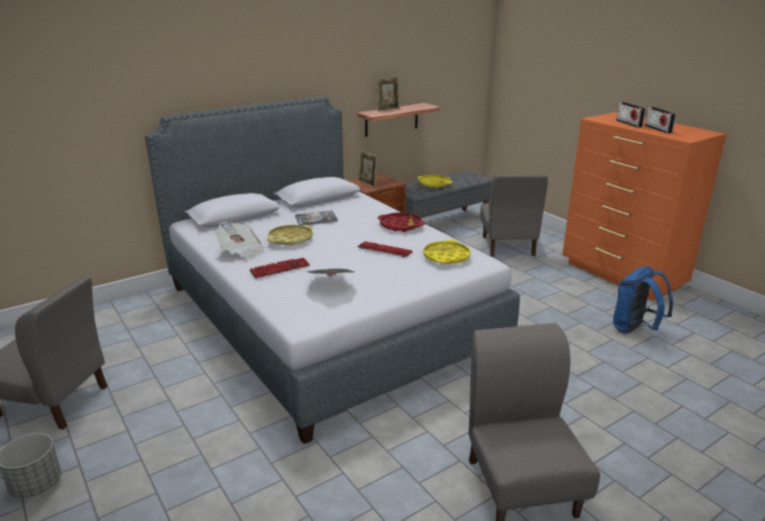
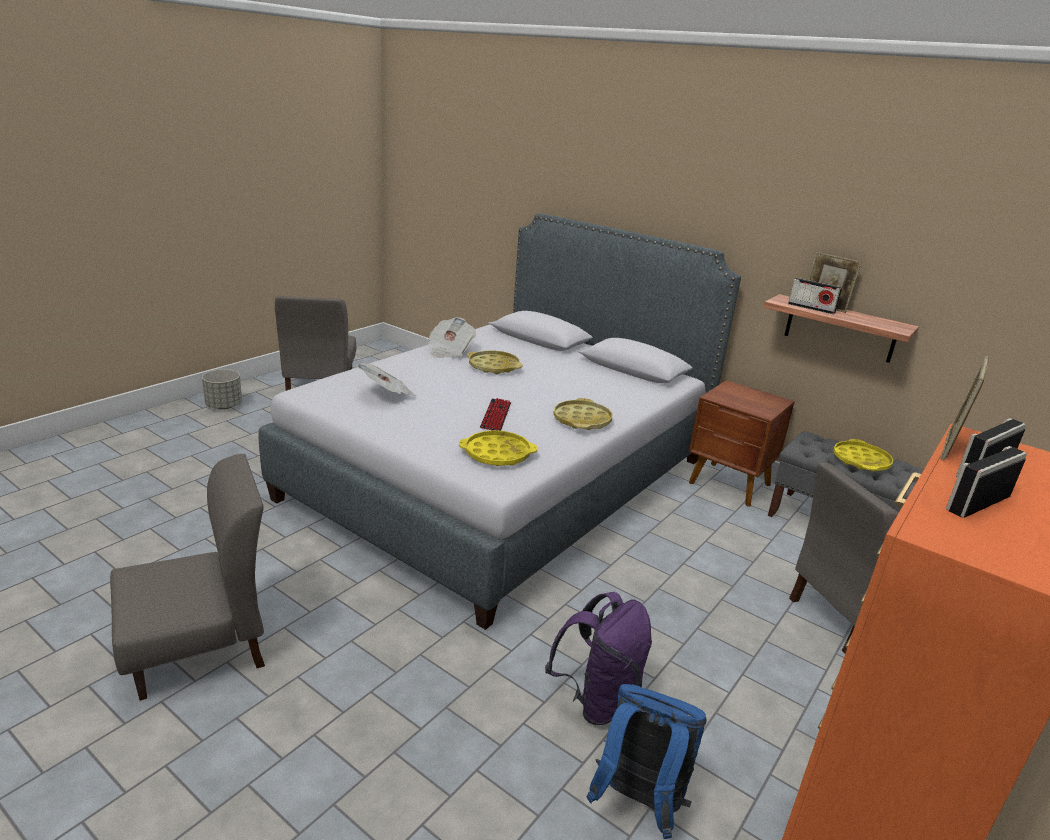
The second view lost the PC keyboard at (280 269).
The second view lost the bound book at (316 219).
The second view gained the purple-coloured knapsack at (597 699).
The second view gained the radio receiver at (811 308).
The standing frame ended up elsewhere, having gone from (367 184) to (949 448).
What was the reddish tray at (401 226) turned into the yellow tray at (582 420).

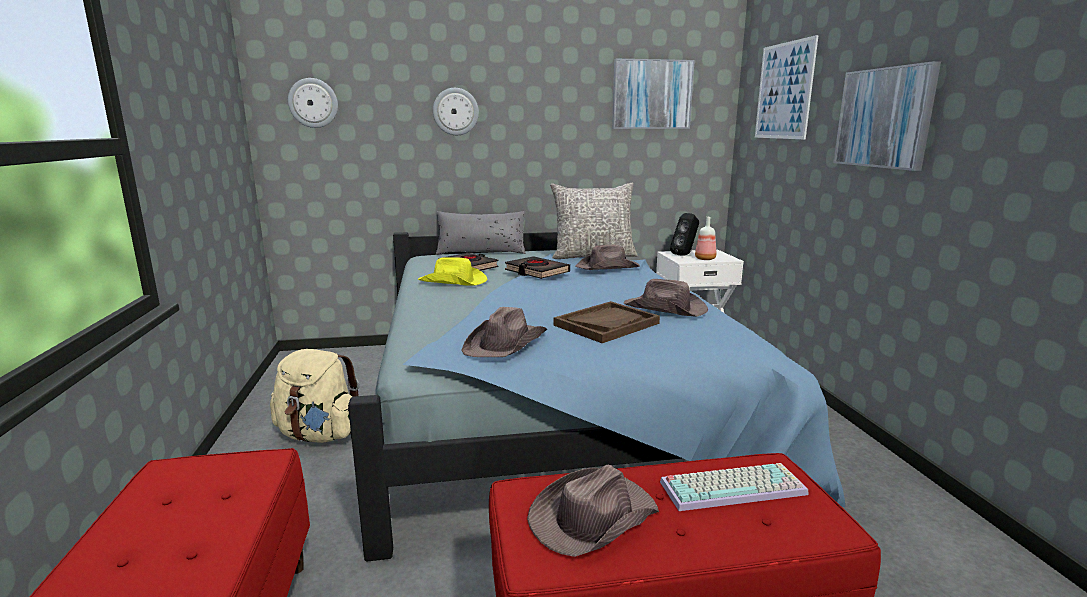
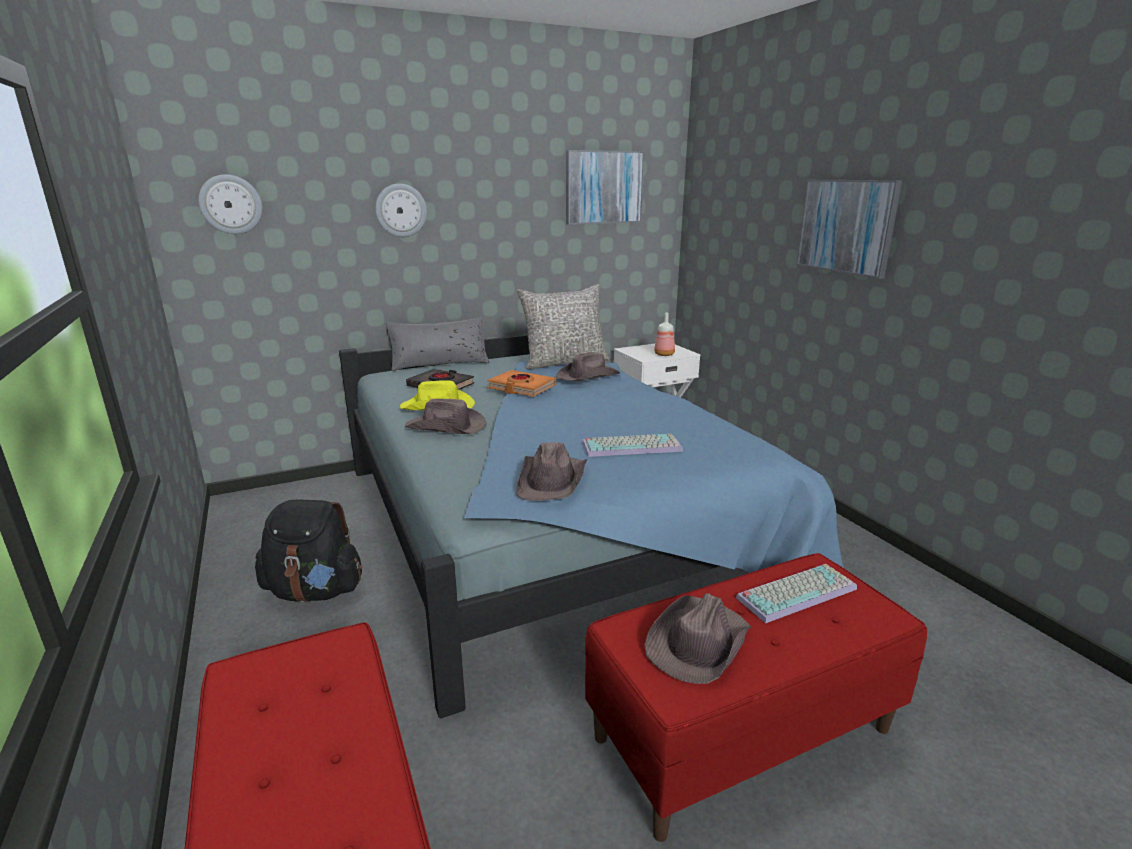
The second view lost the blackish audio speaker at (685 255).
The second view lost the wall art at (784 91).
The brown-coloured wearable hat ended up elsewhere, having gone from (666 309) to (447 427).
Where the brown-coloured tray stood at (606 324), the PC keyboard came to stand at (632 446).
What was the beige knapsack at (319 435) turned into the blackish knapsack at (315 591).
What was the blackish bound book at (537 272) turned into the orangey bound book at (521 387).

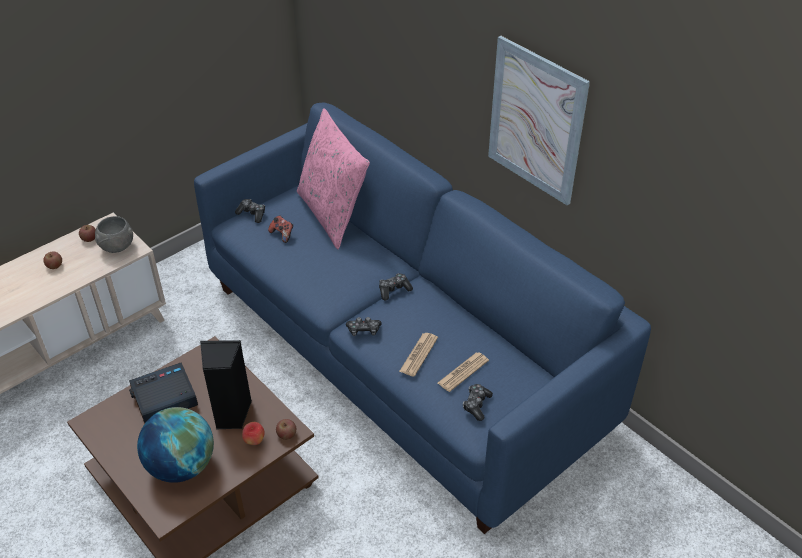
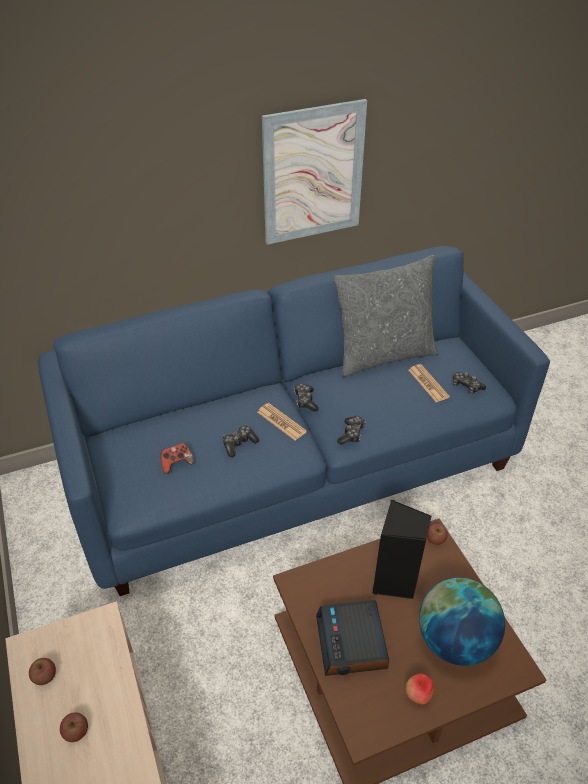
The second view lost the greyish deep dish at (118 247).
The second view lost the pink cushion at (333 215).
The second view gained the greyish cushion at (383 354).
The game controller ended up elsewhere, having gone from (252 214) to (239 444).
The whole apple ended up elsewhere, having gone from (254 441) to (418 695).
The daily paper ended up elsewhere, having gone from (418 355) to (281 422).

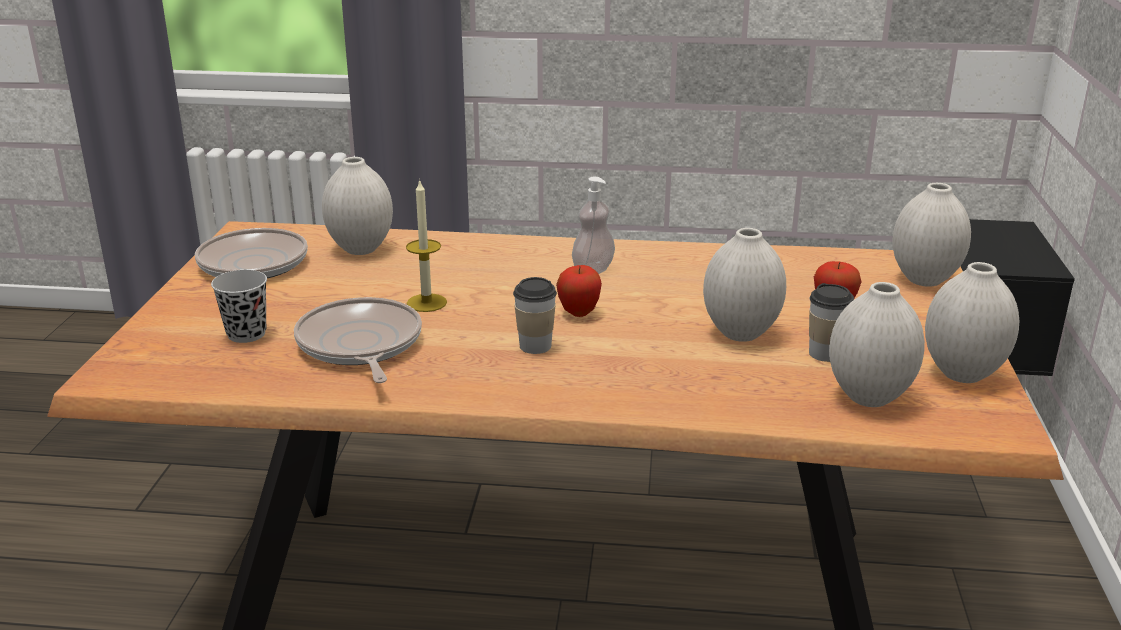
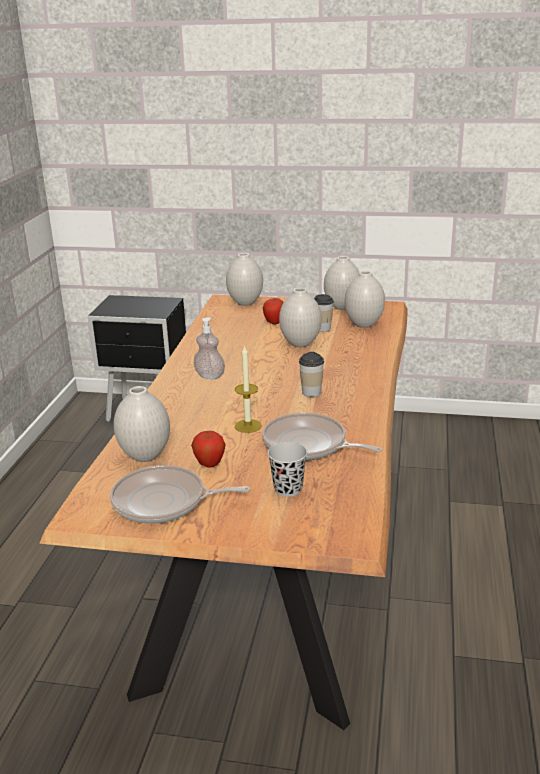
The whole apple ended up elsewhere, having gone from (578 313) to (210 465).
The skillet at (360 346) ended up facing another way, 45 degrees clockwise from before.

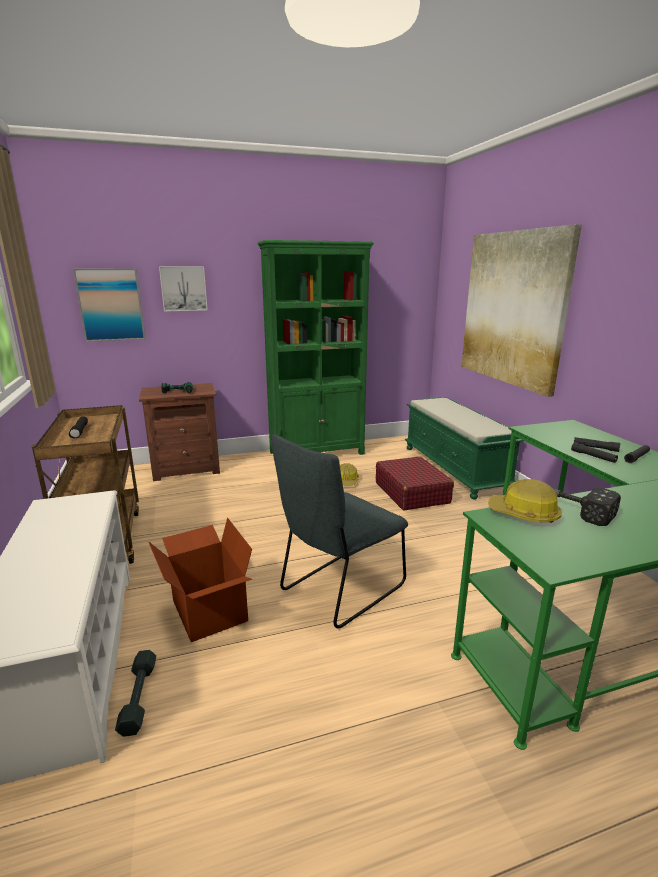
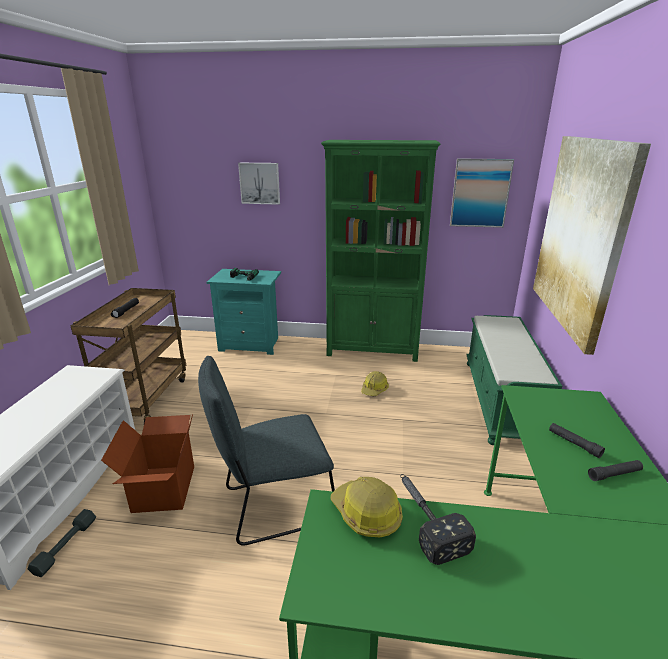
The second view lost the reddish suitcase at (411 492).
The second view lost the blackish torch at (593 457).
The wall art ended up elsewhere, having gone from (111 305) to (480 193).
What was the brown-coloured bedside table at (187 468) turned into the blue-green bedside table at (251 344).

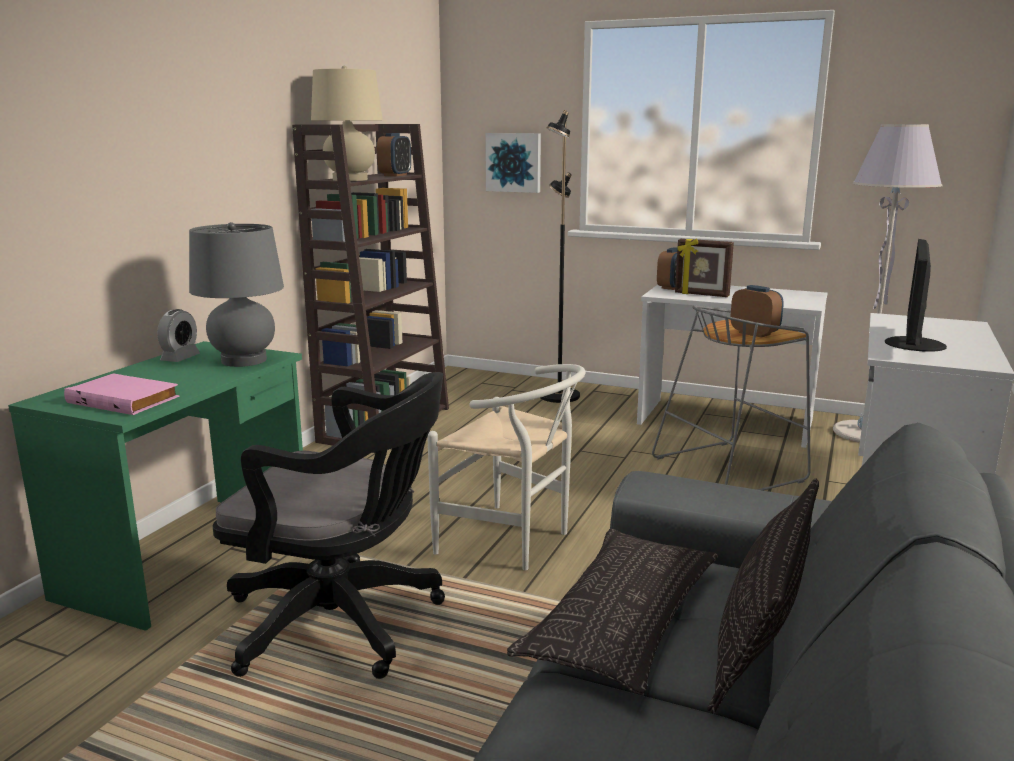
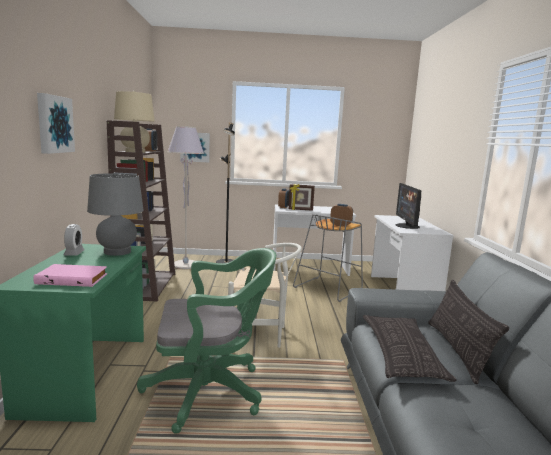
The second view gained the wall art at (54 124).
The greyish standard lamp ended up elsewhere, having gone from (862 434) to (185 265).
What was the blackish desk chair at (344 622) turned into the green-coloured desk chair at (211 391).

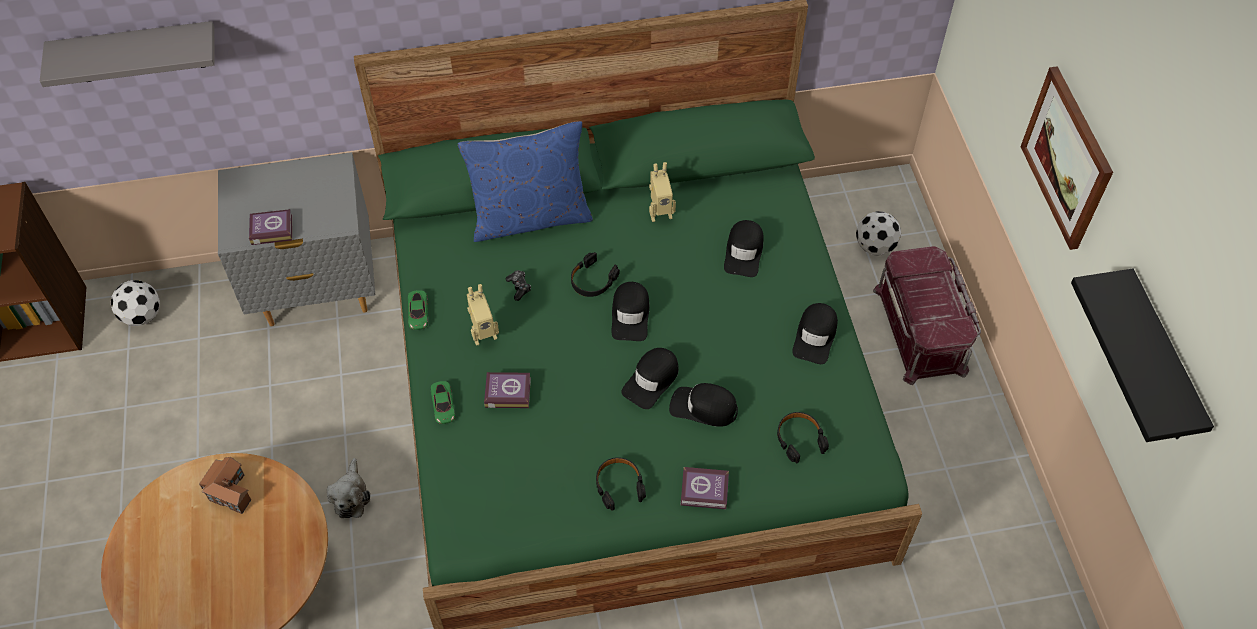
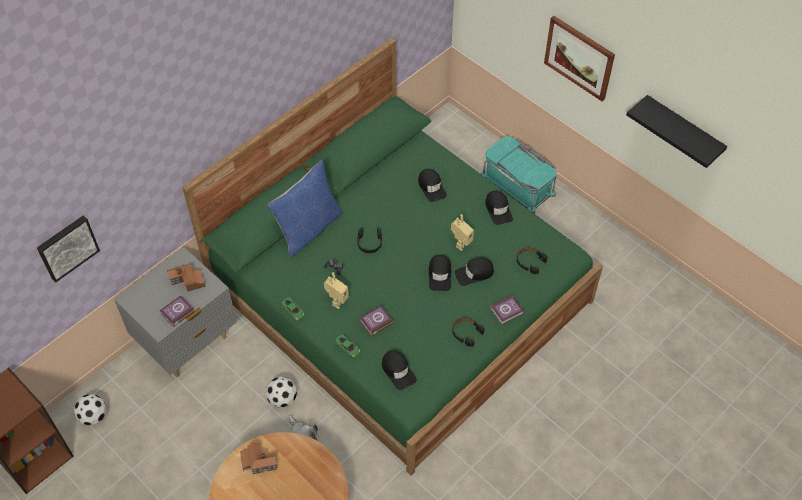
The second view gained the miniature house at (187 281).
The blackish peaked cap ended up elsewhere, having gone from (630 315) to (398 371).
The model robot ended up elsewhere, having gone from (659 212) to (460 243).
The ball for football ended up elsewhere, having gone from (875 246) to (282 398).
Where the greyish bracket shelf hung at (137 52), the wall art came to hang at (67 247).
What was the reddish storage container at (921 330) turned into the blue-green storage container at (518 184).

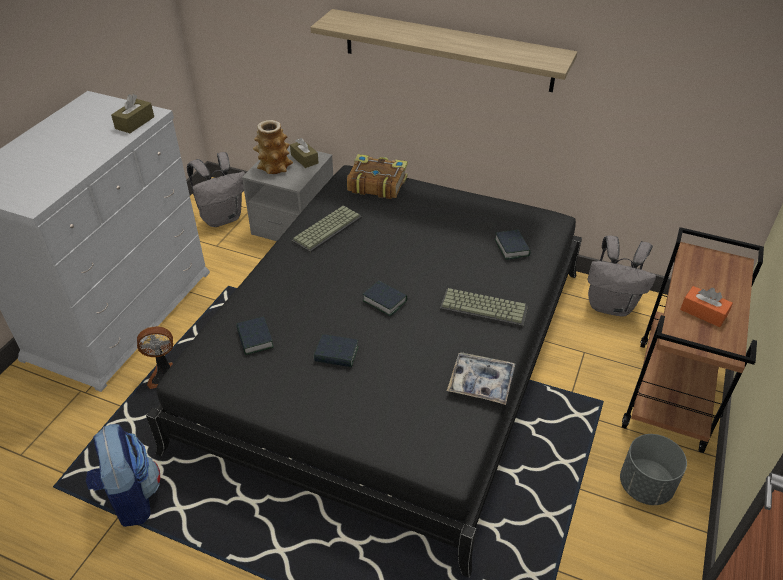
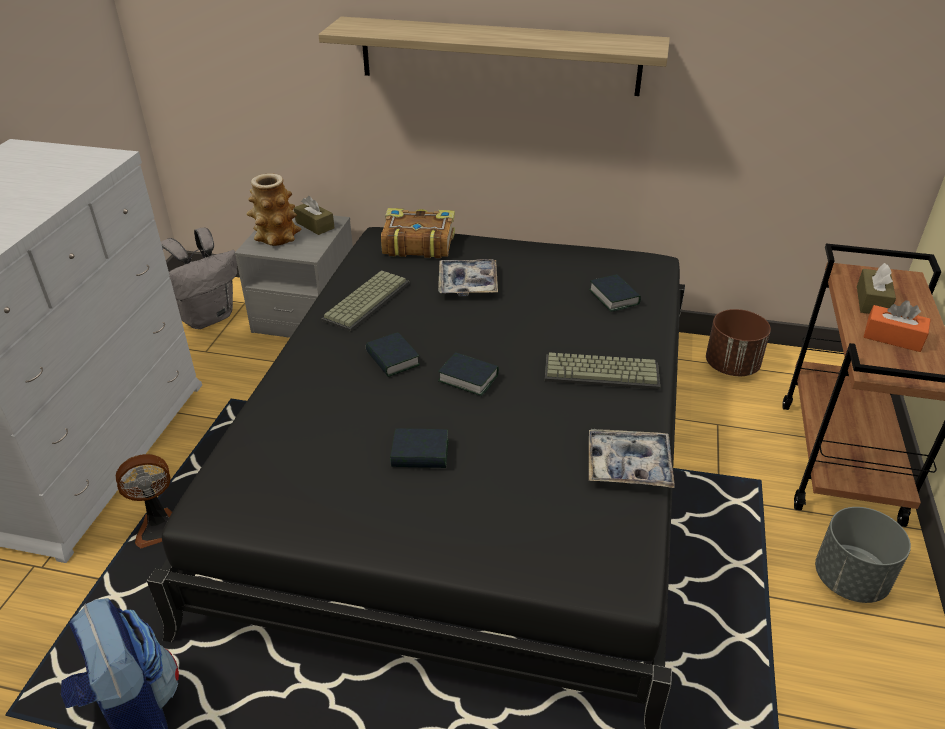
The second view gained the tray at (468 283).
The brown-coloured tissue holder ended up elsewhere, having gone from (135 123) to (872 301).
The bound book ended up elsewhere, having gone from (255 339) to (392 359).
Where the greyish knapsack stood at (611 305), the brown-coloured planter came to stand at (731 366).

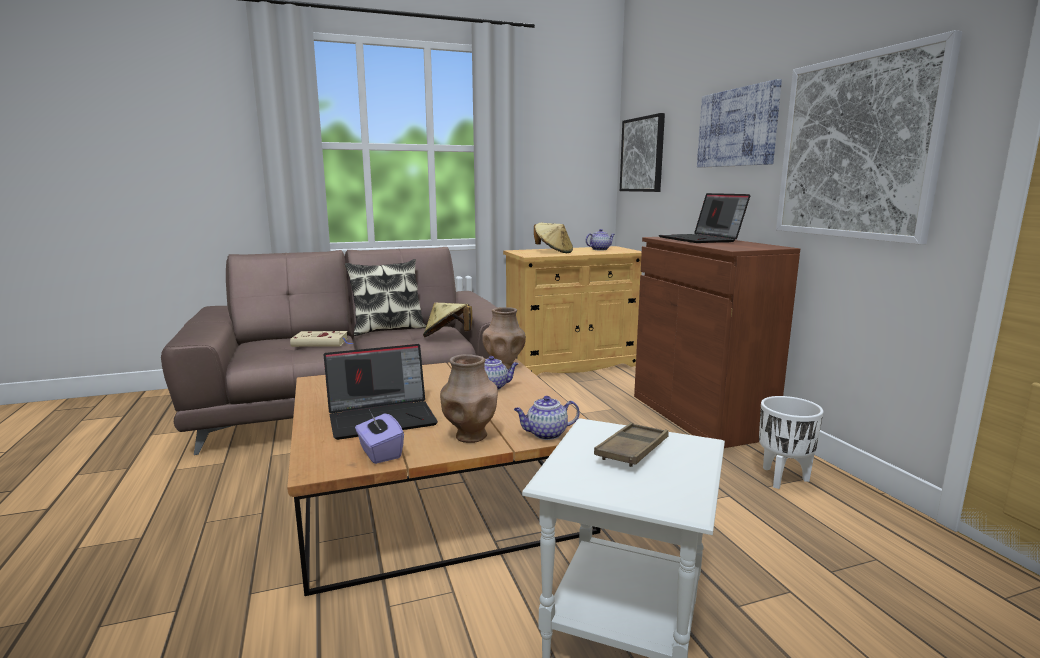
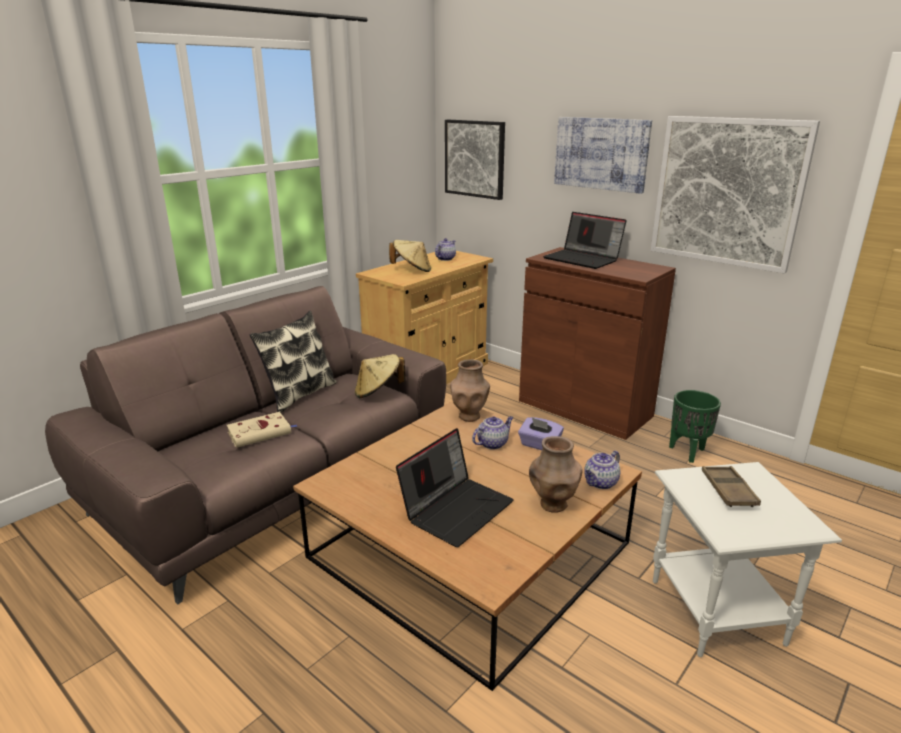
The purple-coloured tissue holder ended up elsewhere, having gone from (379 453) to (539 445).
What was the whitish planter at (783 478) turned into the green-coloured planter at (688 452).

